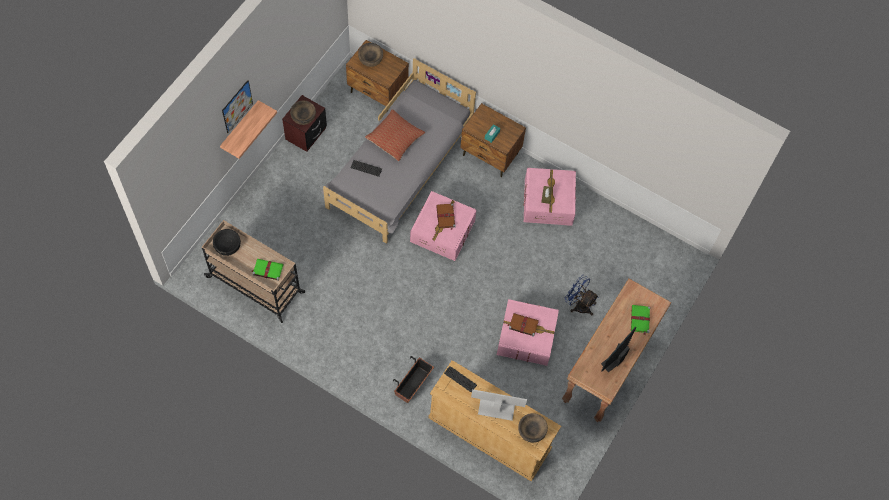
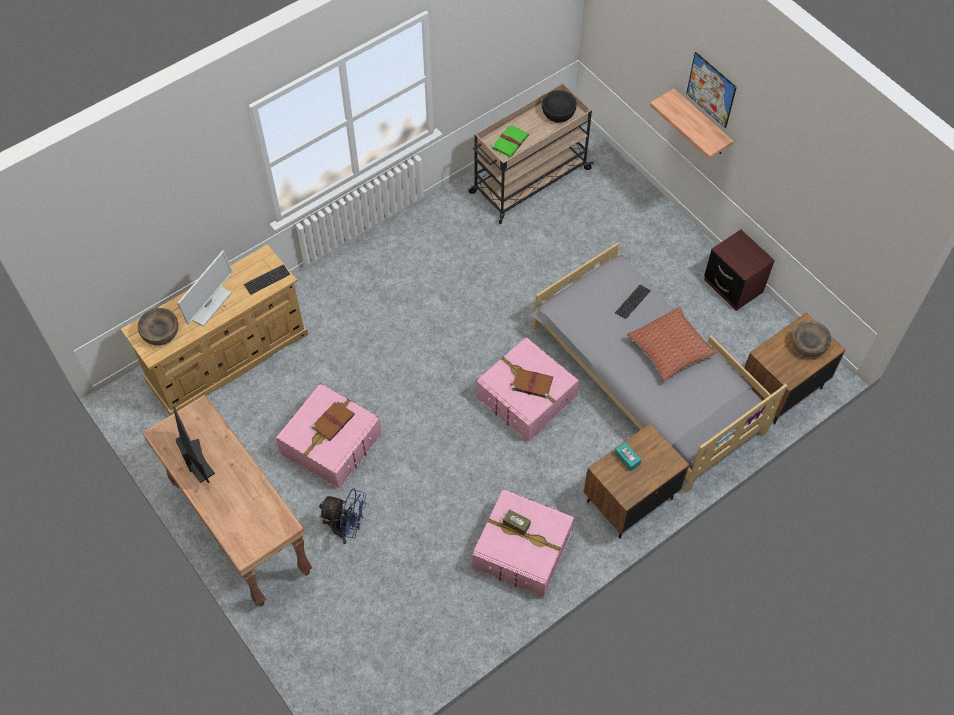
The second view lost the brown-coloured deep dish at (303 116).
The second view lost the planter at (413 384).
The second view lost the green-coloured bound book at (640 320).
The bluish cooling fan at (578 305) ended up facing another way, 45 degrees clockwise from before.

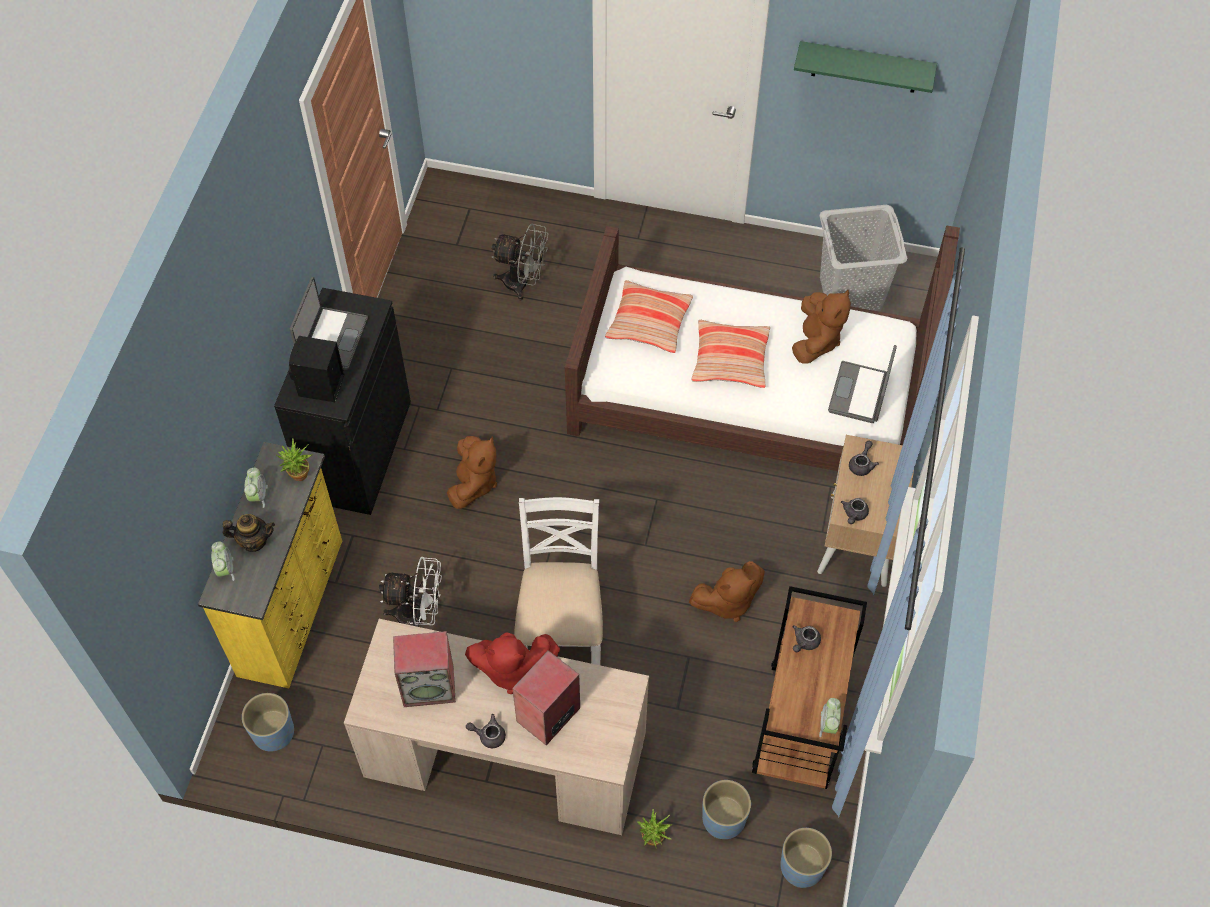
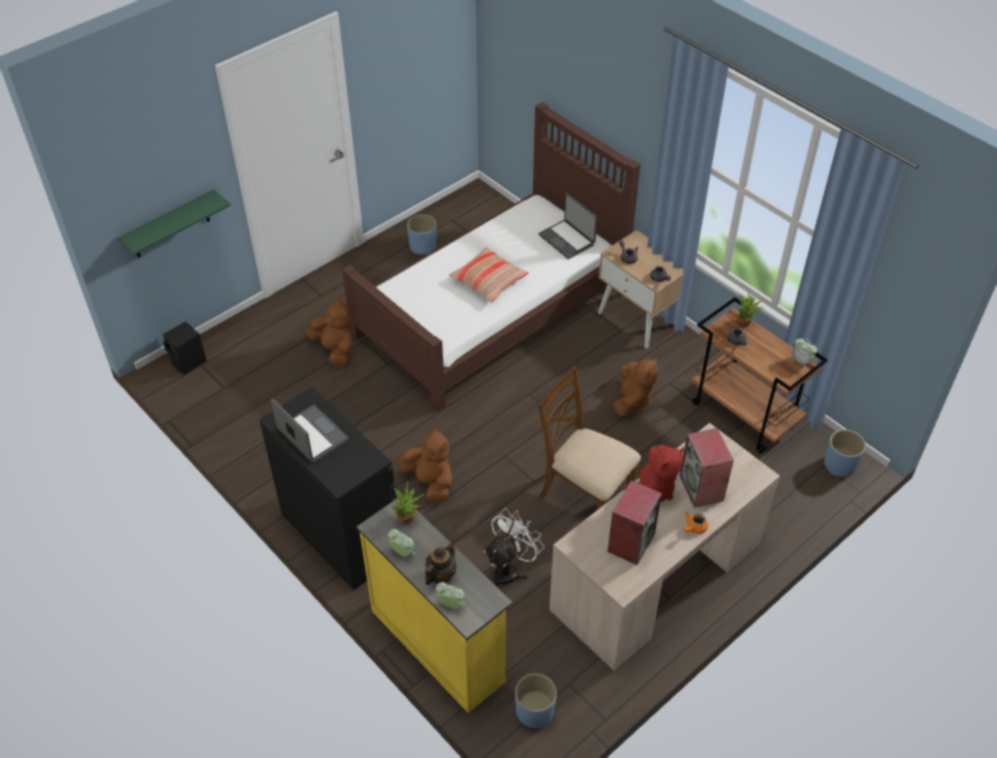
The second view lost the greyish cooling fan at (523 283).
The second view lost the cushion at (649 323).
The second view lost the greyish hamper at (851 294).
The blackish audio speaker ended up elsewhere, having gone from (320 387) to (189 362).
The potted plant ended up elsewhere, having gone from (653 841) to (745 324).
The bluish planter ended up elsewhere, having gone from (723 819) to (423 247).
The brown-coloured soft toy ended up elsewhere, having gone from (816 341) to (335 350).
The green-coloured bracket shelf ended up elsewhere, having gone from (865 67) to (170 225).
What was the greyish pot for tea at (488 735) turned into the orangey pot for tea at (694 528).
What was the whitish plain chair at (561 629) turned into the brown-coloured plain chair at (585 494).

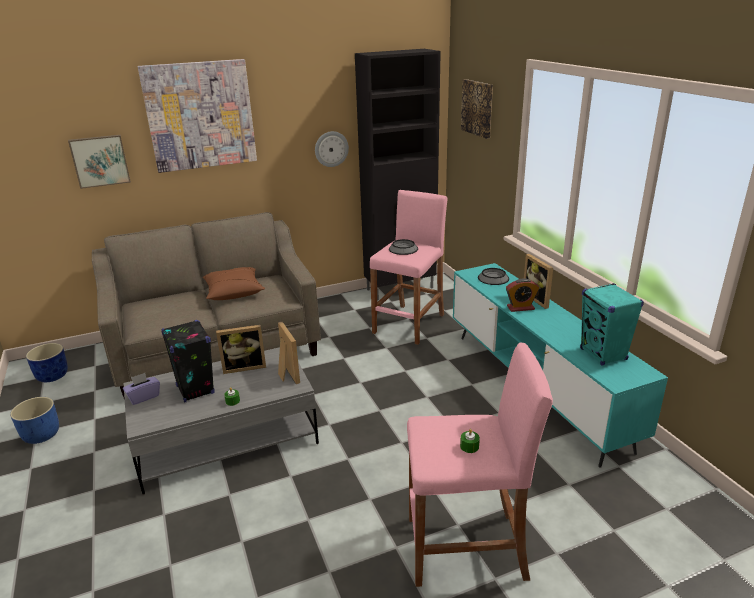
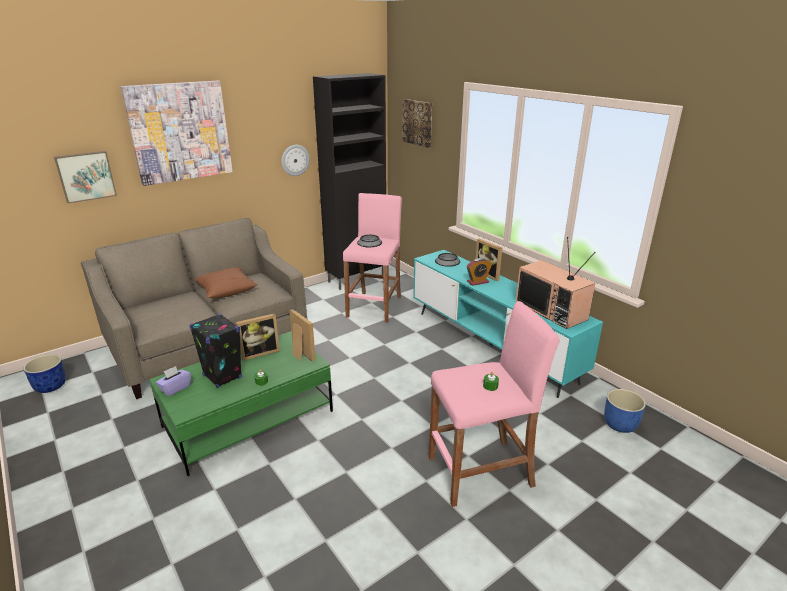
The bluish planter ended up elsewhere, having gone from (42 434) to (619 424).
Where the blue-green audio speaker stood at (603 354), the TV set came to stand at (552 310).
What was the greyish lounge table at (226 439) turned into the green-coloured lounge table at (249 419).

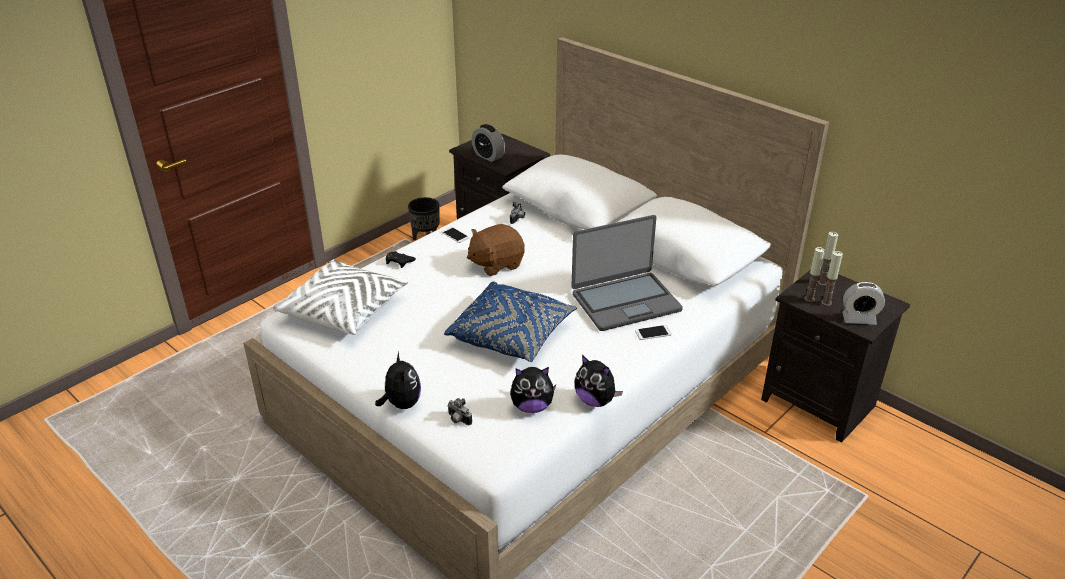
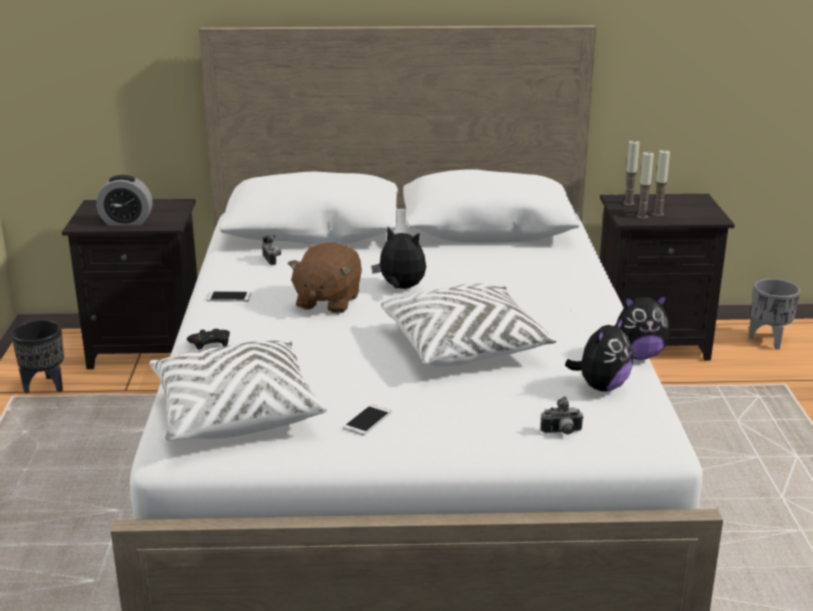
The second view lost the notebook computer at (625 301).
The second view lost the bedside clock at (858 319).
The second view gained the greyish planter at (769 340).
The soft toy ended up elsewhere, having gone from (401 404) to (401 288).
The handset ended up elsewhere, having gone from (653 333) to (367 420).
What was the bluish cushion at (511 335) turned into the whitish cushion at (465 346).

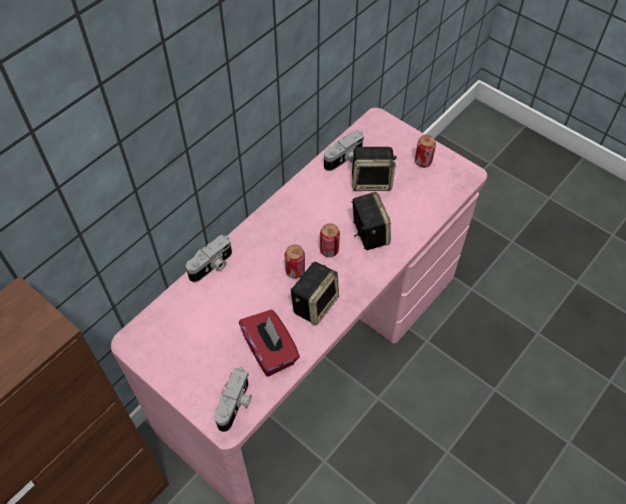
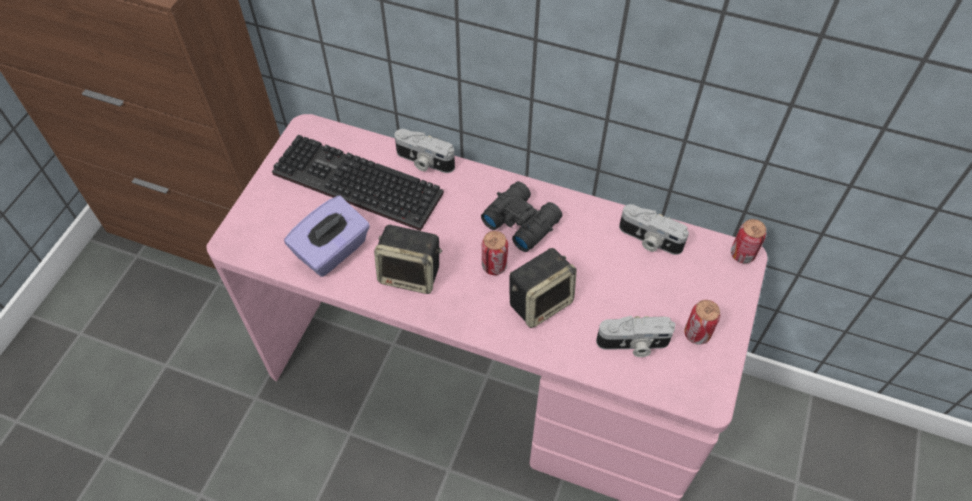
The second view lost the audio speaker at (372 181).
The second view gained the PC keyboard at (353 185).
The second view gained the blackish field glasses at (521 220).
The still camera ended up elsewhere, having gone from (236 405) to (633 344).
The sealed can ended up elsewhere, having gone from (295 271) to (742 254).
What was the reddish tissue holder at (270 351) turned into the purple-coloured tissue holder at (333 251).

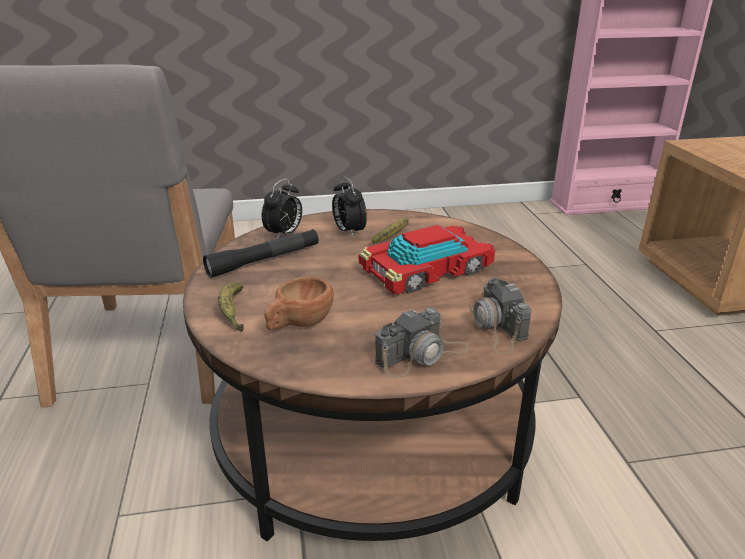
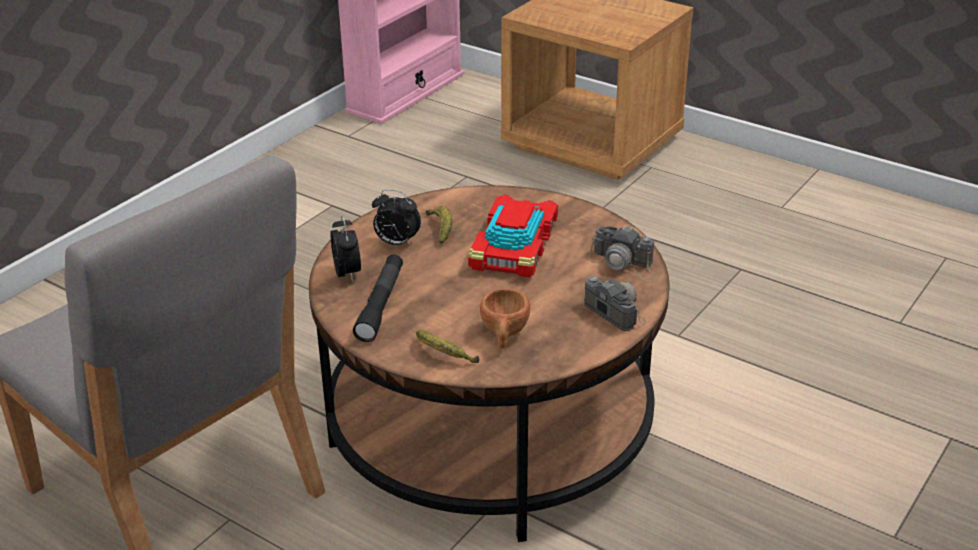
The still camera at (422 355) ended up facing another way, 45 degrees counterclockwise from before.

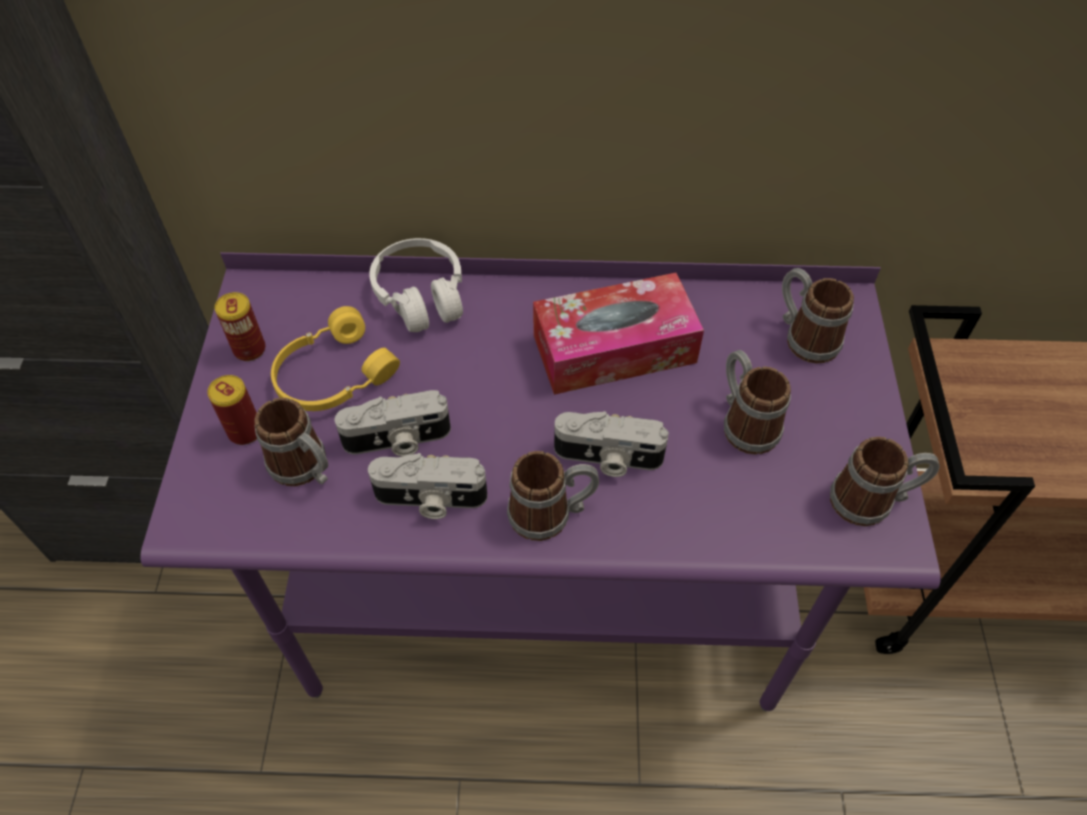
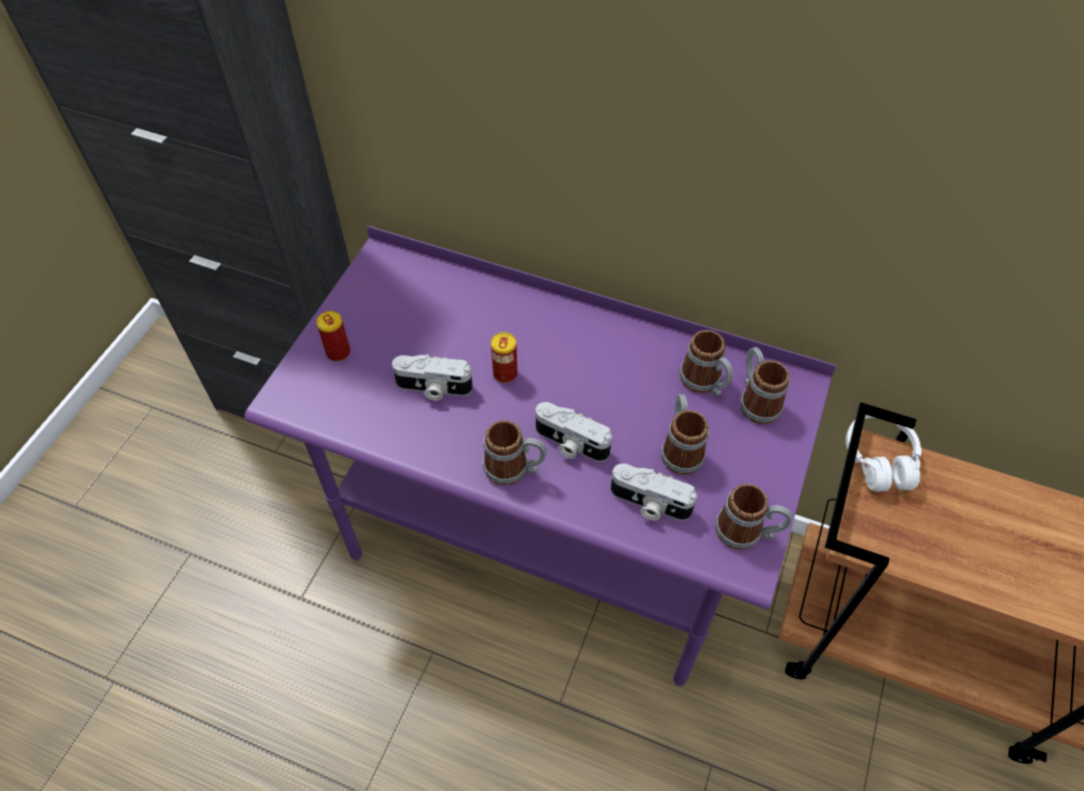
The second view lost the yellow pair of headphones at (332 375).
The second view lost the tissue holder at (614 348).
The sealed can ended up elsewhere, having gone from (249 349) to (505 373).
The coffee mug ended up elsewhere, having gone from (305 469) to (705 383).
The still camera ended up elsewhere, having gone from (430 500) to (649 504).
The whitish pair of headphones ended up elsewhere, having gone from (421 296) to (879 459).

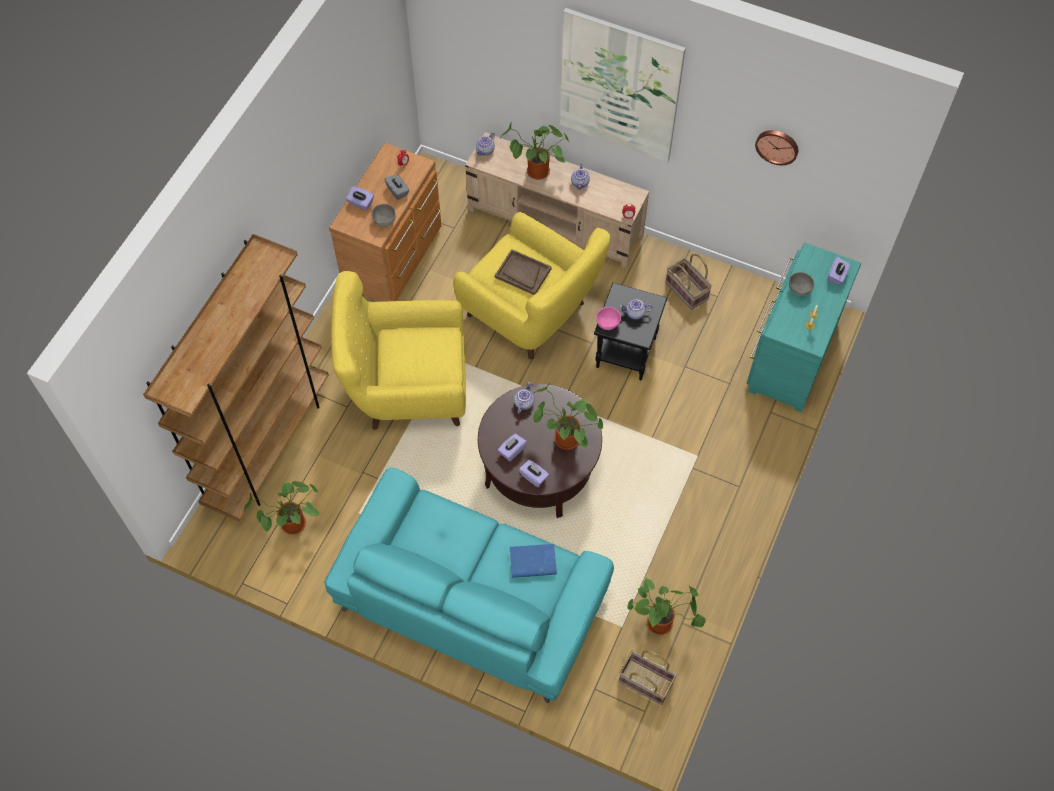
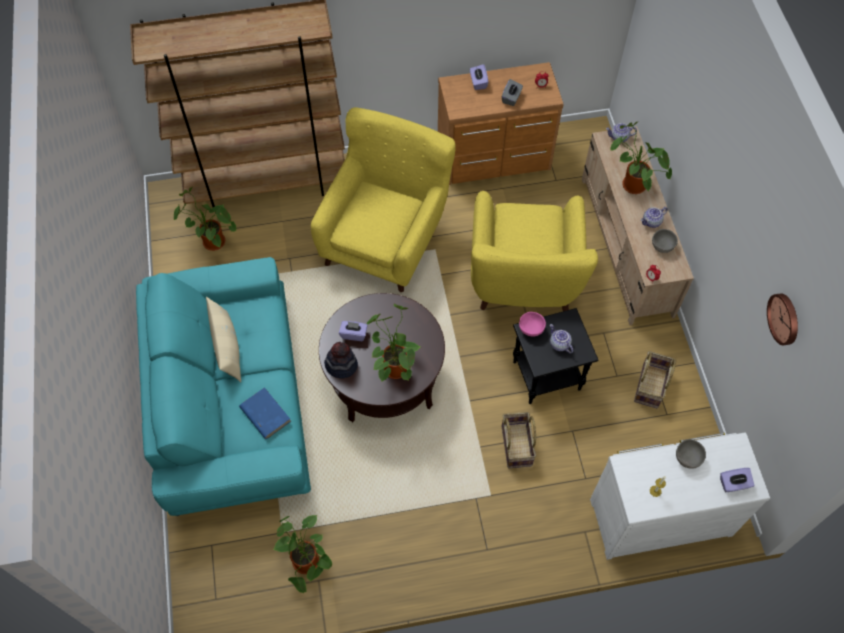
The second view lost the brown-coloured tray at (522 273).
The second view lost the pot for tea at (523 403).
The second view lost the wall art at (619 86).
The second view gained the beige cushion at (227 347).
The greyish deep dish ended up elsewhere, having gone from (384 221) to (661 246).
The household basket ended up elsewhere, having gone from (645 683) to (515 445).
Where the purple-coloured tissue holder stood at (534 477), the wearable hat came to stand at (341 365).
What was the blue-green dresser at (790 356) turned into the whitish dresser at (658 514).
The yellow lounge chair at (406 387) ended up facing another way, 60 degrees clockwise from before.

